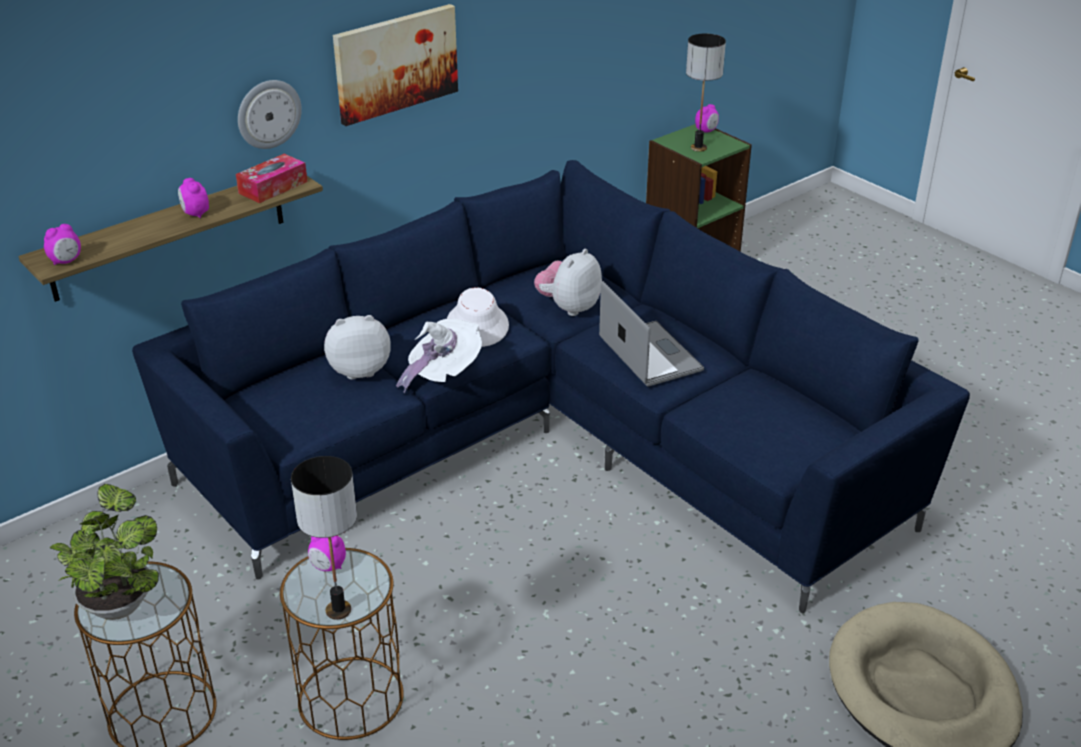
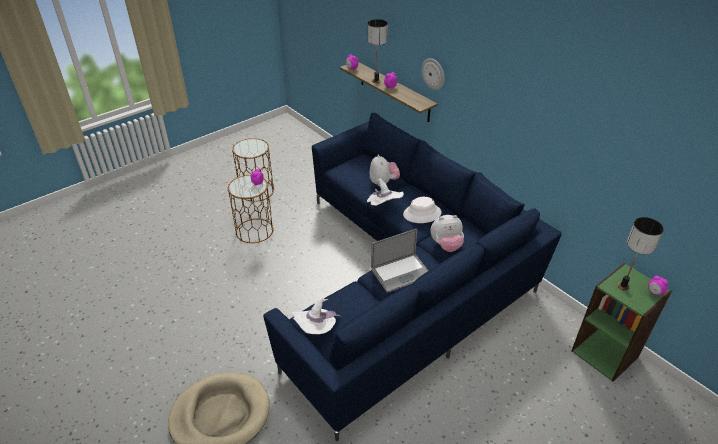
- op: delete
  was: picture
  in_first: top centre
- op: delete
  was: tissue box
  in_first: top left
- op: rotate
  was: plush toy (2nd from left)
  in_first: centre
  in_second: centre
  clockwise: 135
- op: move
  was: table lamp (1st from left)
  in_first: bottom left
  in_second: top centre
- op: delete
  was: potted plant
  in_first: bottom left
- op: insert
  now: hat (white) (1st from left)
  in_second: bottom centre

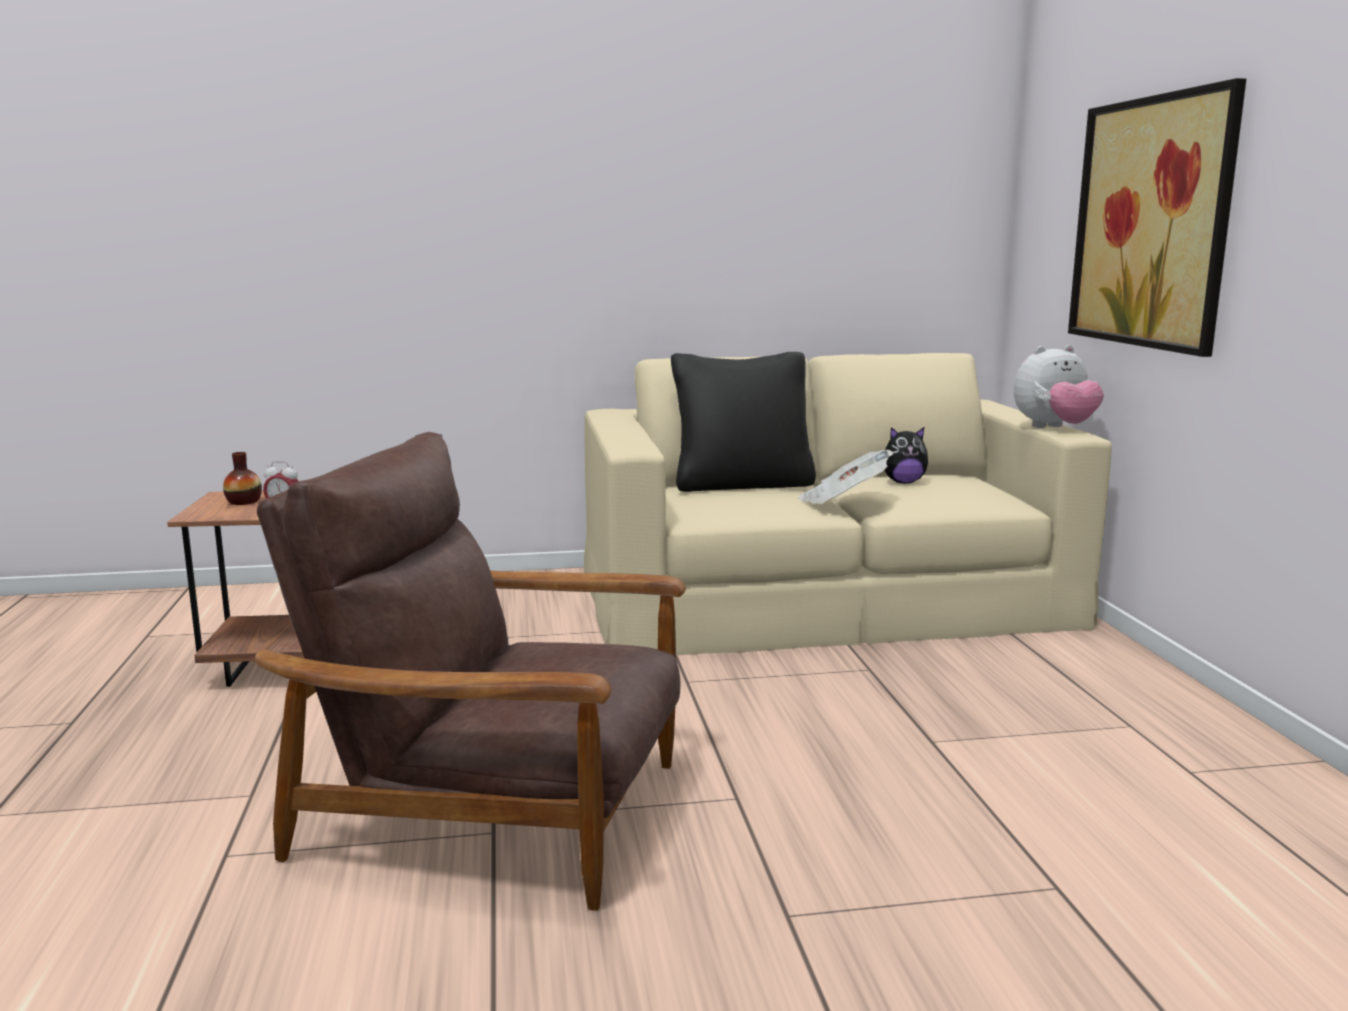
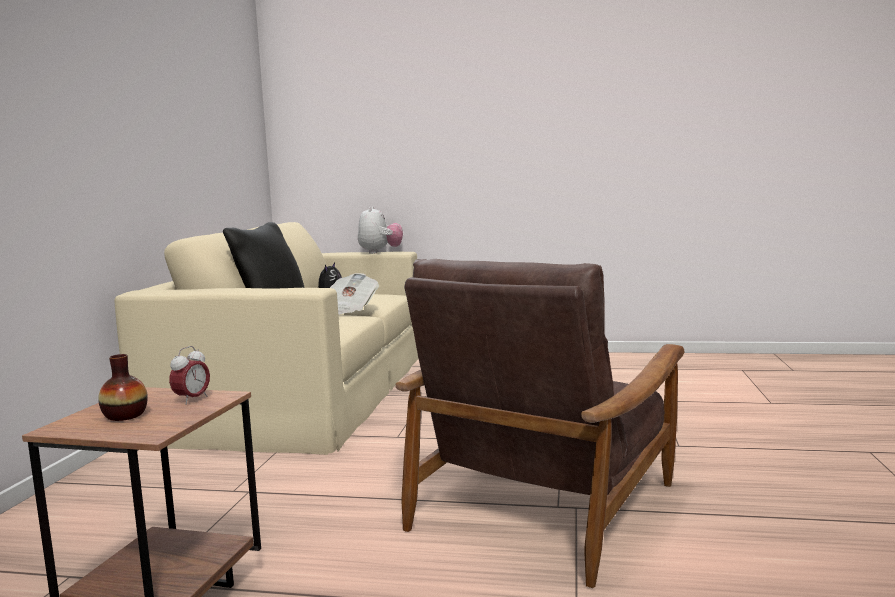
- op: delete
  was: picture
  in_first: top right

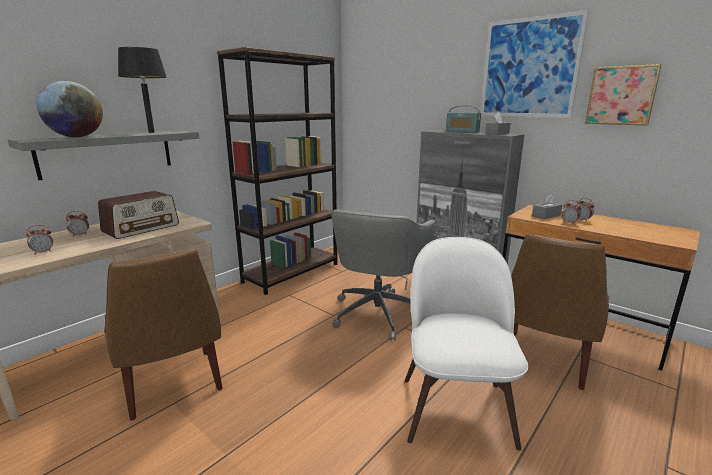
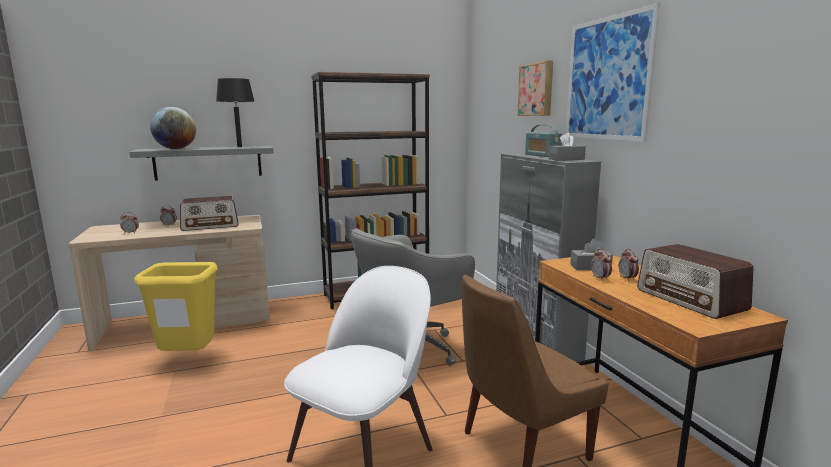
- op: move
  was: picture (2nd from left in the first image)
  now: picture (1st from left)
  in_first: top right
  in_second: top centre
- op: replace
  was: chair (brown) (1st from left)
  now: trash can (yellow)
  in_first: bottom left
  in_second: middle left
- op: insert
  now: radio (3rd from left)
  in_second: middle right

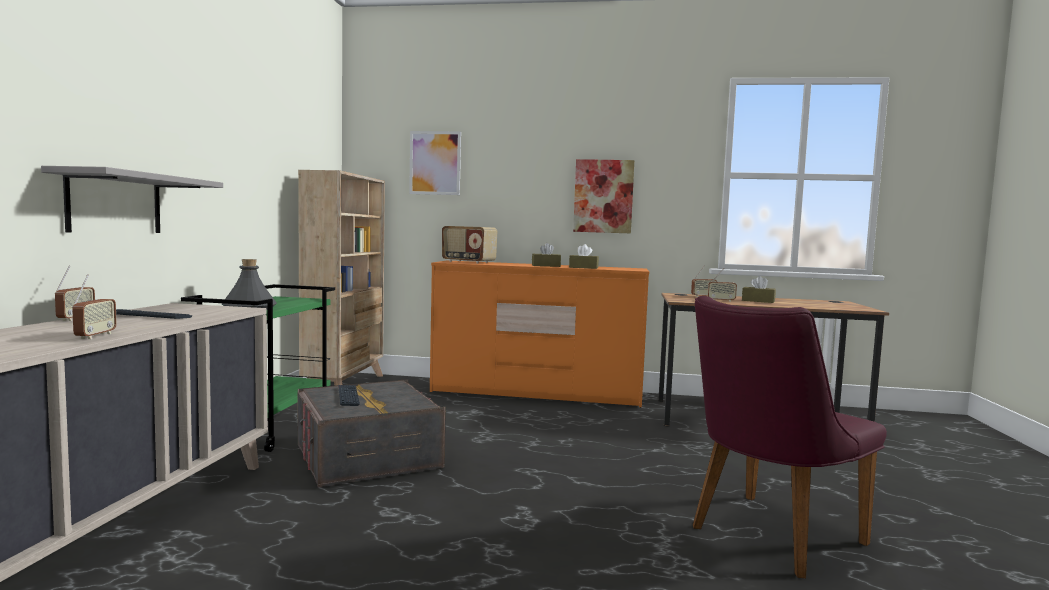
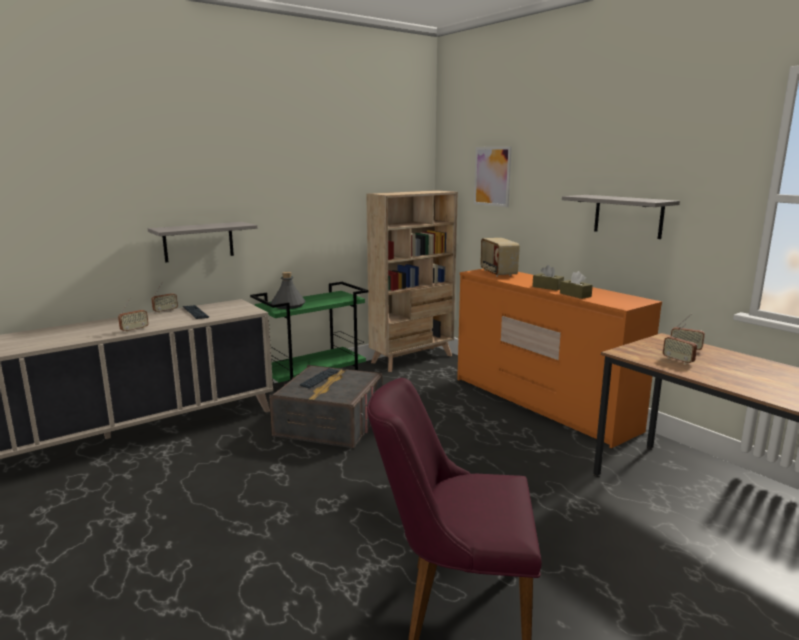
- op: replace
  was: picture (2nd from left)
  now: shelf (grey) (2nd from left)
  in_first: top centre
  in_second: middle right
- op: delete
  was: tissue box (brown) (3rd from left)
  in_first: middle right

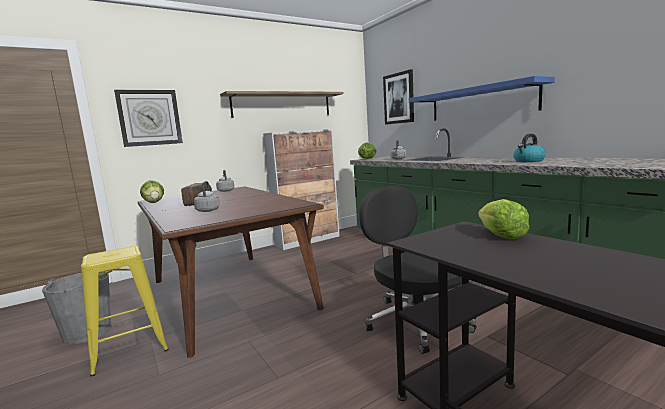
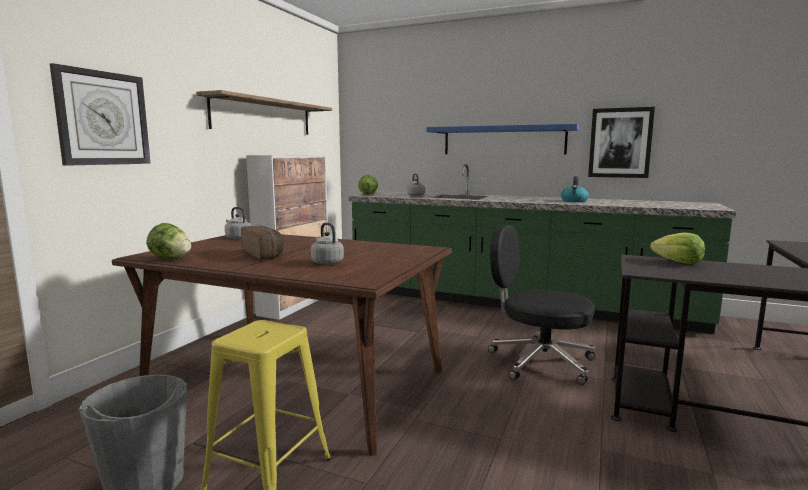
- op: move
  was: picture
  in_first: top centre
  in_second: top right

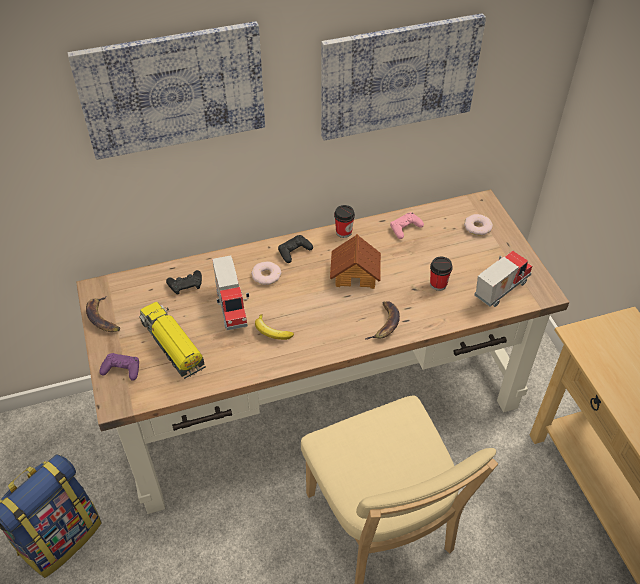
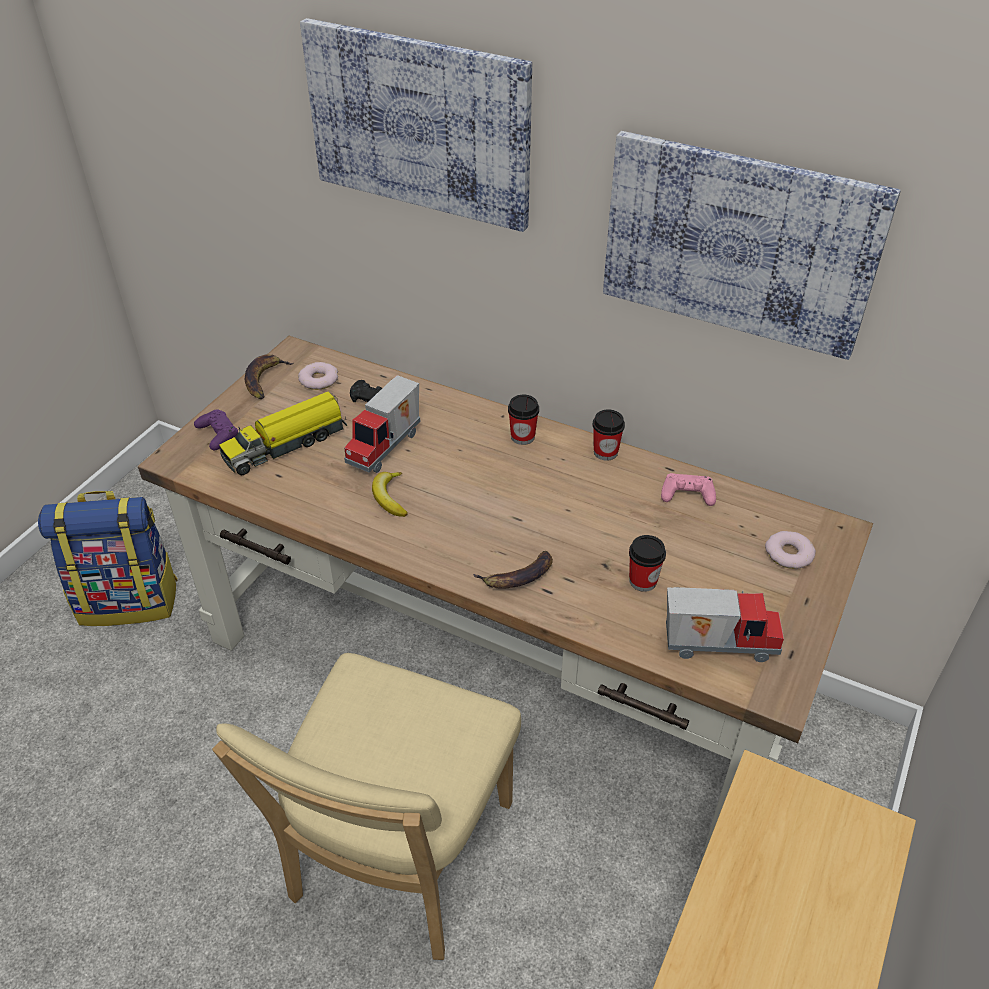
- op: delete
  was: toy house
  in_first: centre
- op: replace
  was: game controller (black) (2nd from left)
  now: cup (1st from left)
  in_first: centre
  in_second: centre
- op: move
  was: donut (1st from left)
  in_first: centre
  in_second: middle left
- op: rotate
  was: toy truck (1st from left)
  in_first: middle left
  in_second: middle left
  clockwise: -135

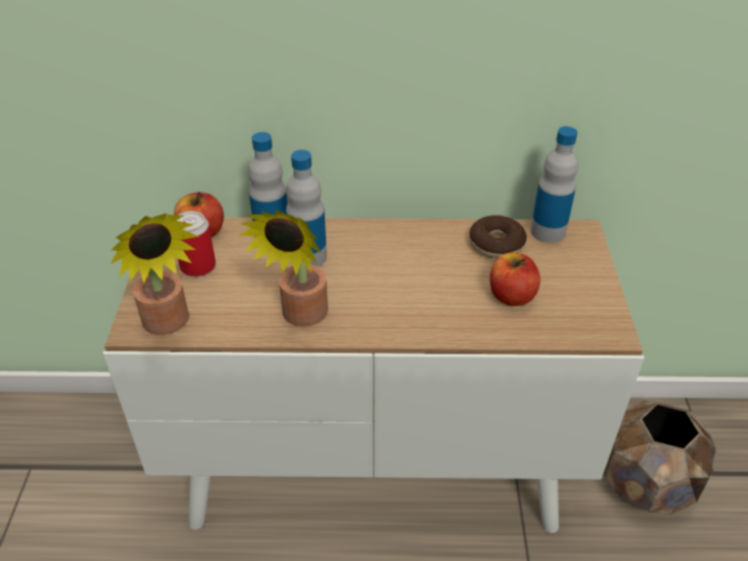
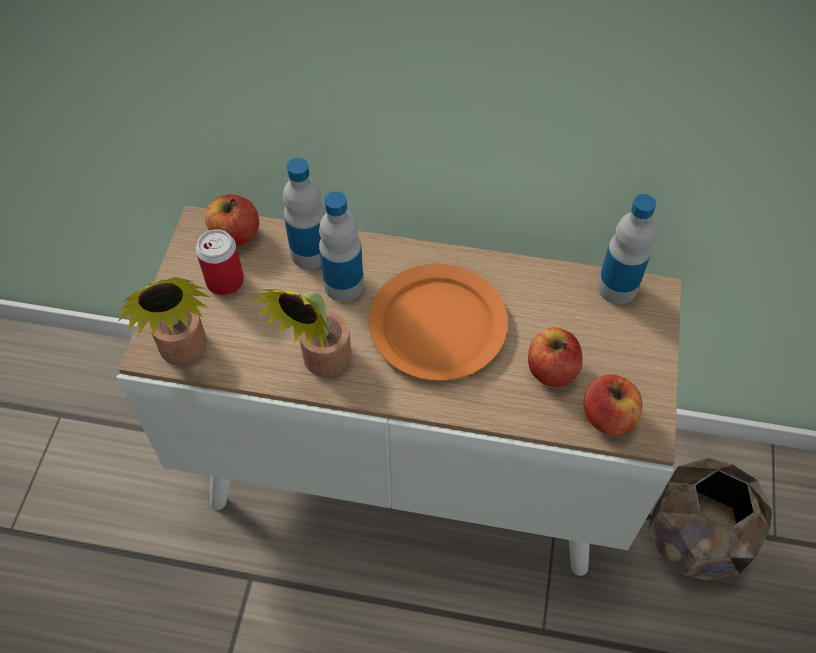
- op: delete
  was: donut
  in_first: centre
- op: insert
  now: plate (orange)
  in_second: centre
- op: insert
  now: apple (3rd from left)
  in_second: middle right

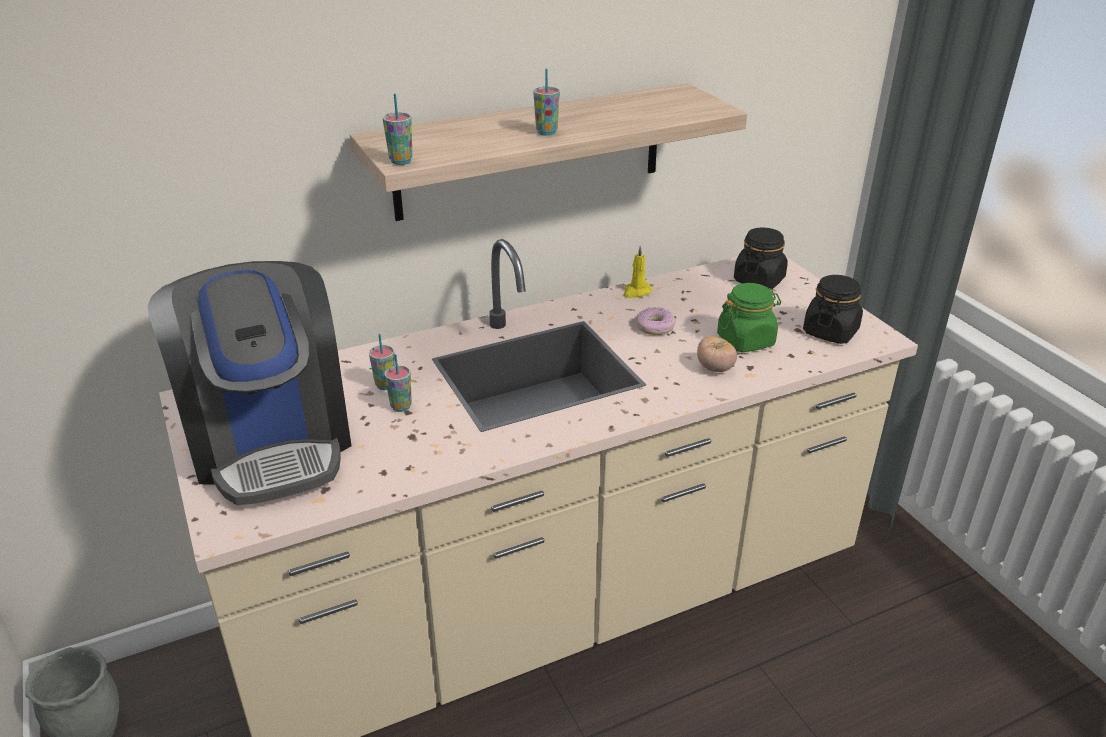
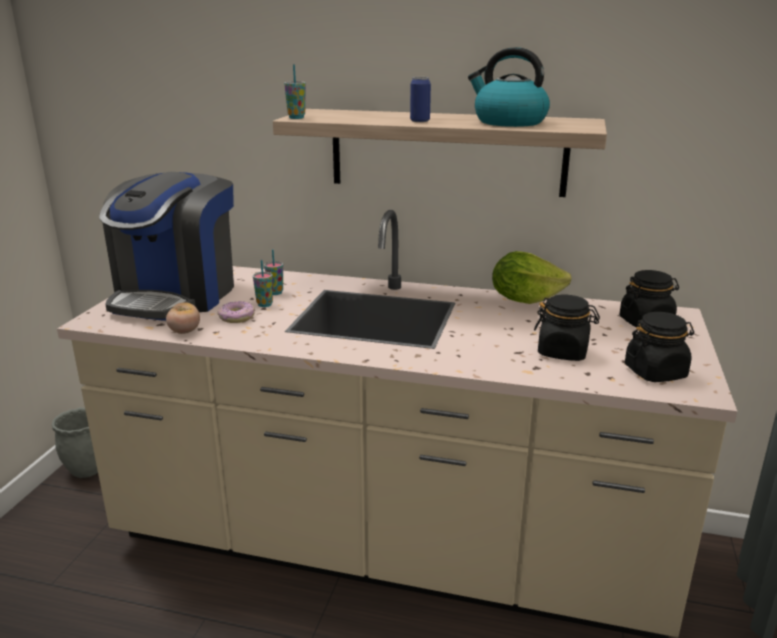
- op: replace
  was: cup (4th from left)
  now: can
  in_first: top centre
  in_second: top centre
- op: replace
  was: candle (yellow)
  now: lettuce
  in_first: centre
  in_second: middle right
- op: recolor
  was: jar (green)
  now: jar (black) (1st from left)
  in_first: middle right
  in_second: middle right
- op: move
  was: donut
  in_first: centre
  in_second: middle left
- op: move
  was: tomato
  in_first: centre
  in_second: middle left
- op: insert
  now: kettle
  in_second: top centre

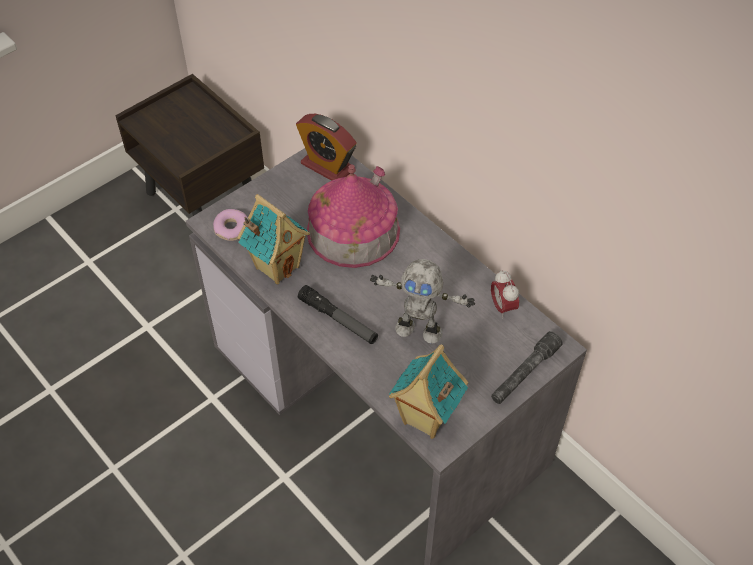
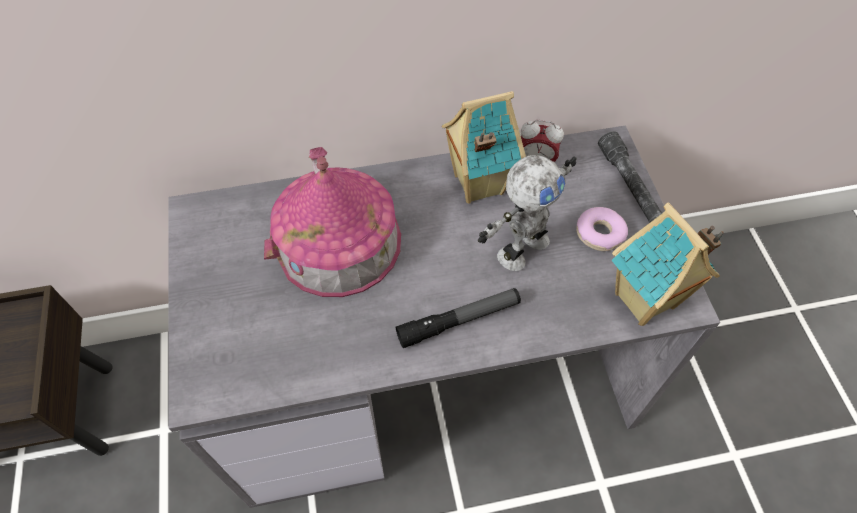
- op: delete
  was: alarm clock (1st from left)
  in_first: top centre
- op: move
  was: toy house (1st from left in the first image)
  now: toy house (2nd from left)
  in_first: centre
  in_second: top centre
- op: move
  was: donut
  in_first: middle left
  in_second: middle right

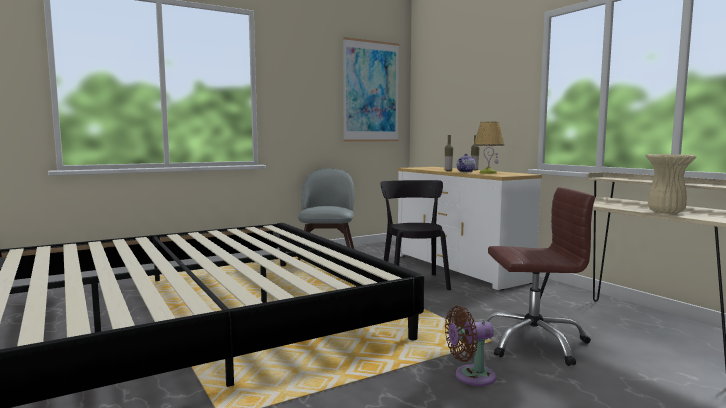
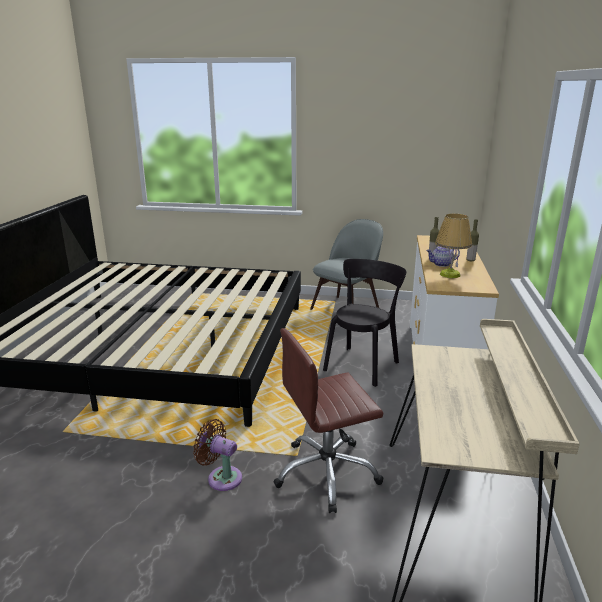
- op: delete
  was: picture
  in_first: top centre
- op: delete
  was: vase (beige)
  in_first: middle right
- op: rotate
  was: office chair (brown)
  in_first: bottom right
  in_second: bottom centre
  clockwise: 120

